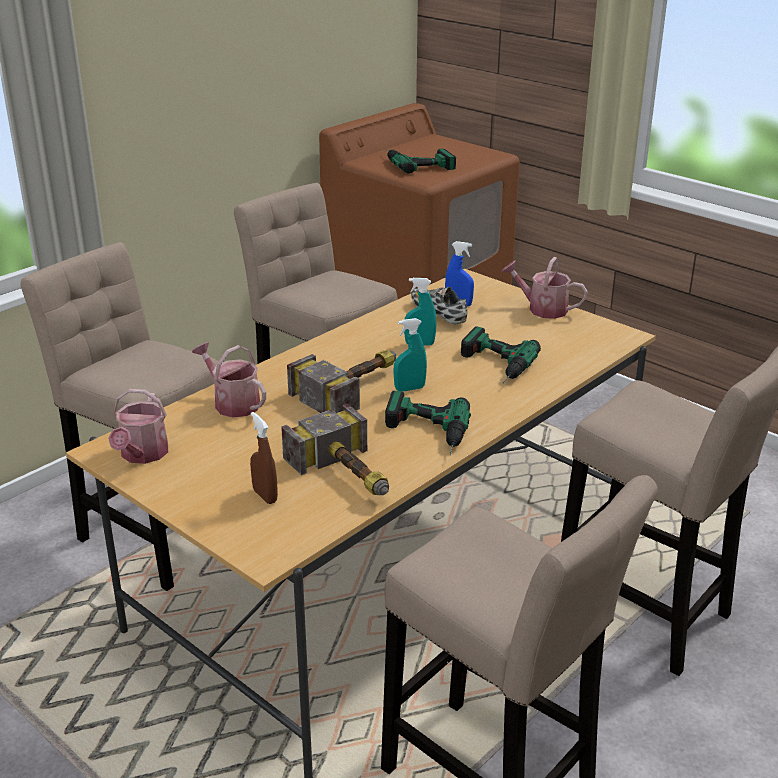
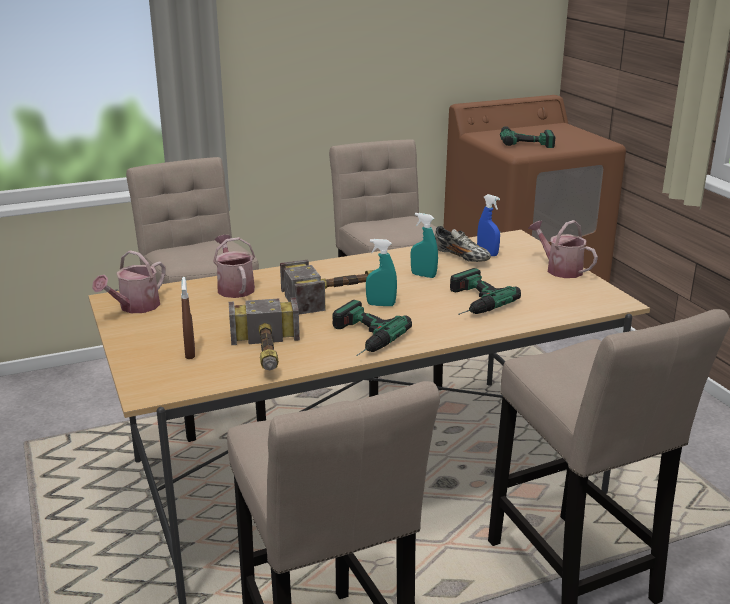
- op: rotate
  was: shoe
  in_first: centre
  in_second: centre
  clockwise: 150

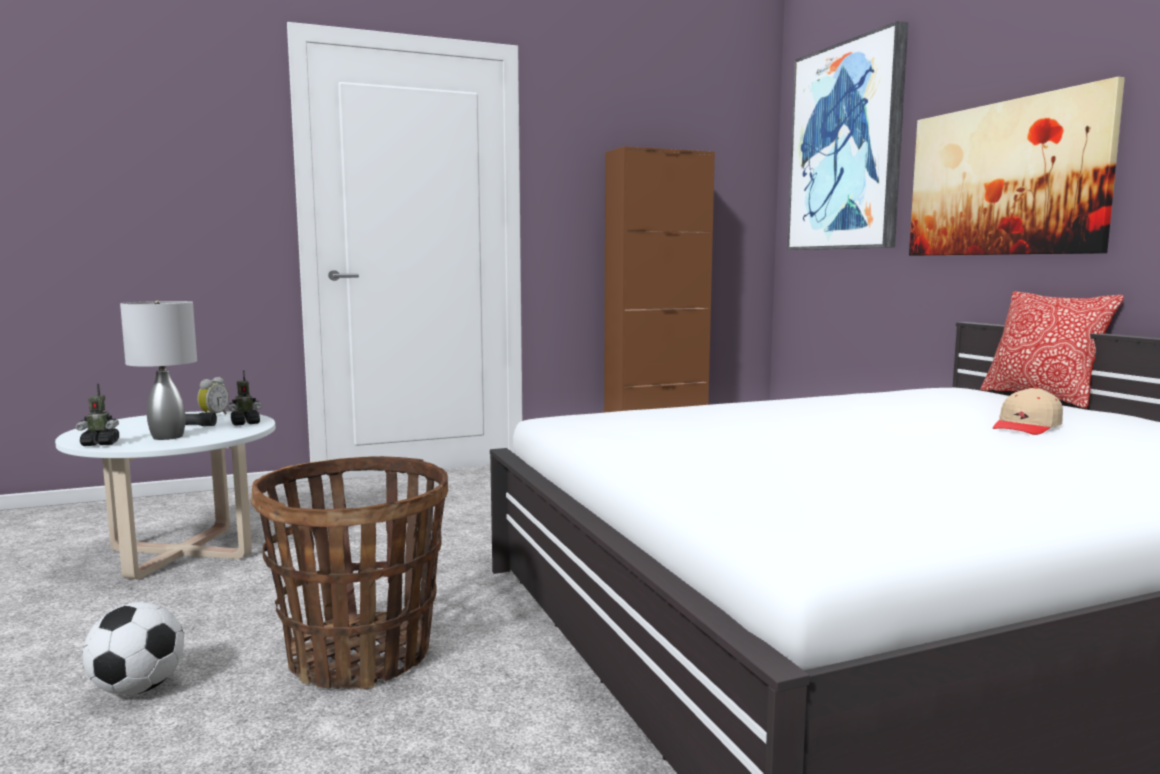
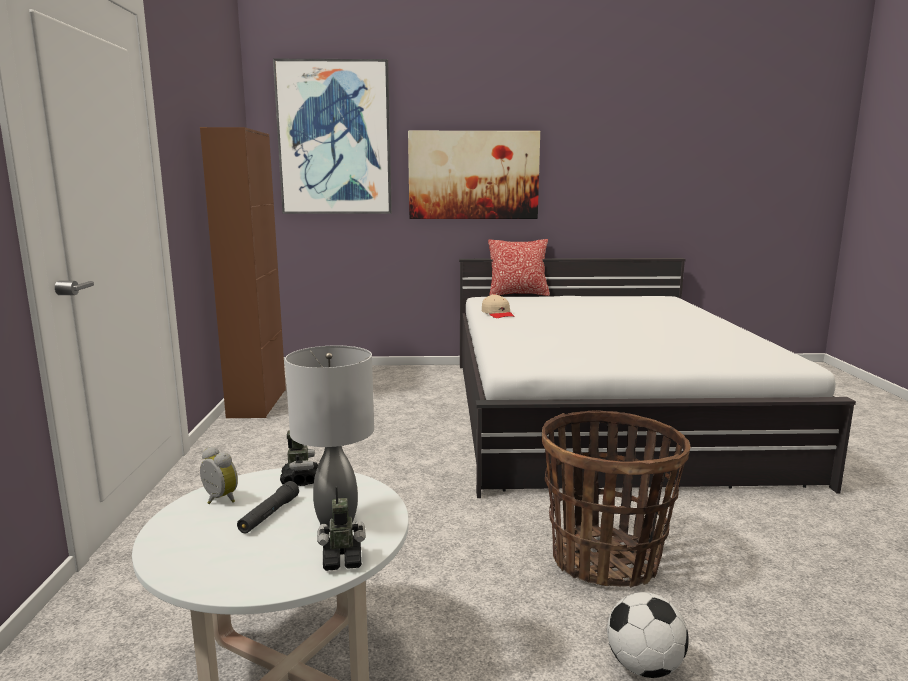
- op: rotate
  was: toy robot (1st from left in the first image)
  in_first: middle left
  in_second: bottom centre
  clockwise: -105
- op: move
  was: cap (beige)
  in_first: middle right
  in_second: centre

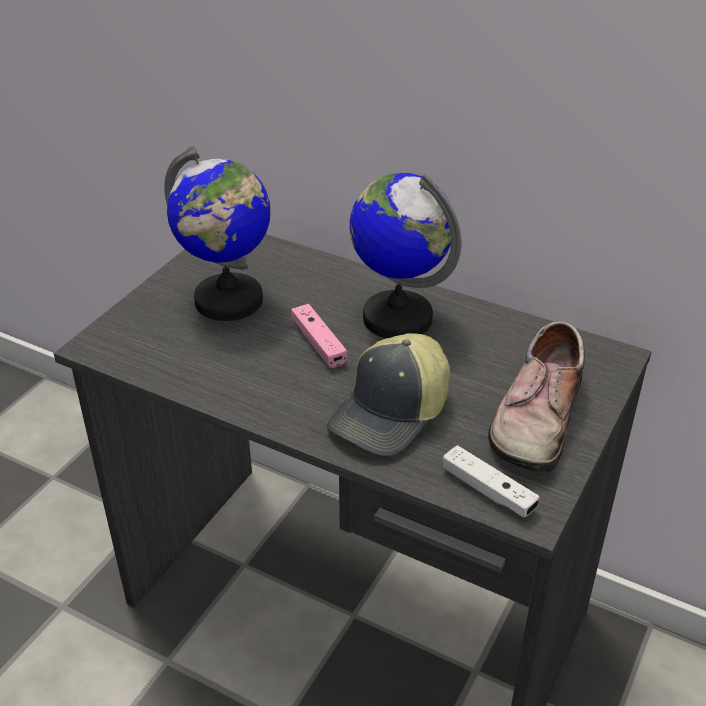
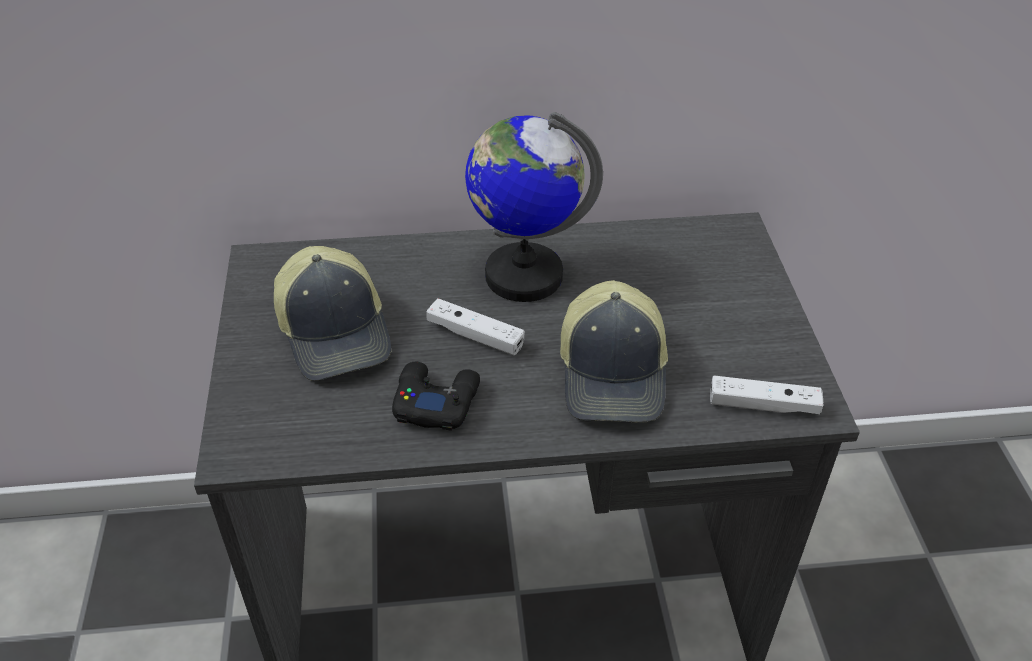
- op: replace
  was: globe (1st from left)
  now: cap (1st from left)
  in_first: top left
  in_second: middle left
- op: recolor
  was: game controller (pink)
  now: game controller (white) (1st from left)
  in_first: centre
  in_second: centre
- op: delete
  was: shoe
  in_first: middle right
- op: insert
  now: game controller (black)
  in_second: centre

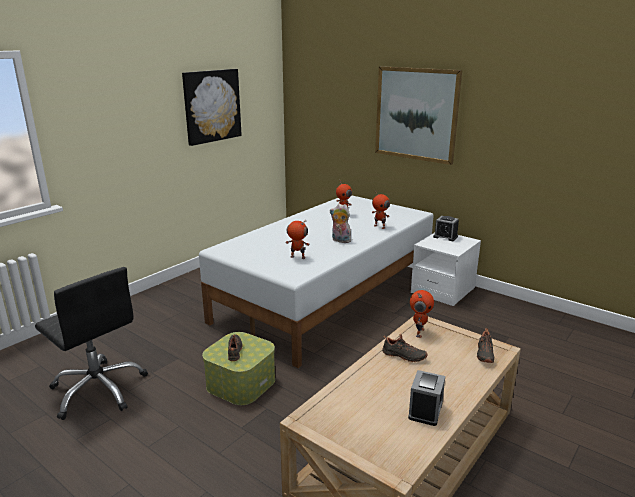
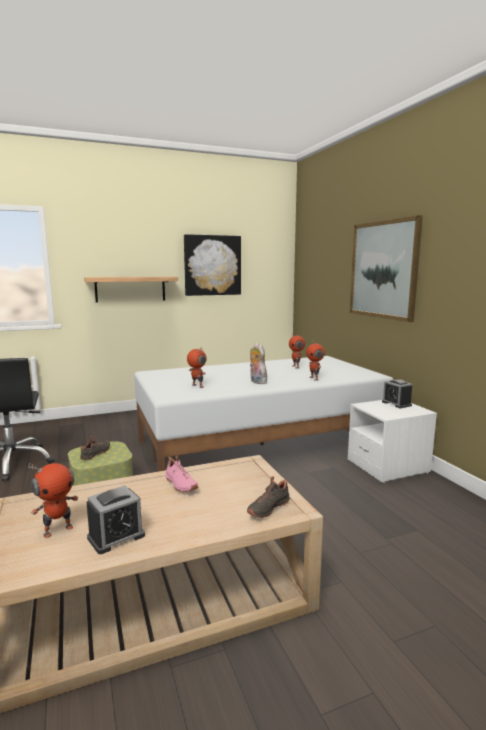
- op: move
  was: toy robot (4th from left in the first image)
  now: toy robot (1st from left)
  in_first: centre
  in_second: bottom left
- op: recolor
  was: shoe (black) (2nd from left)
  now: shoe (pink)
  in_first: bottom centre
  in_second: centre
- op: insert
  now: shelf
  in_second: middle left

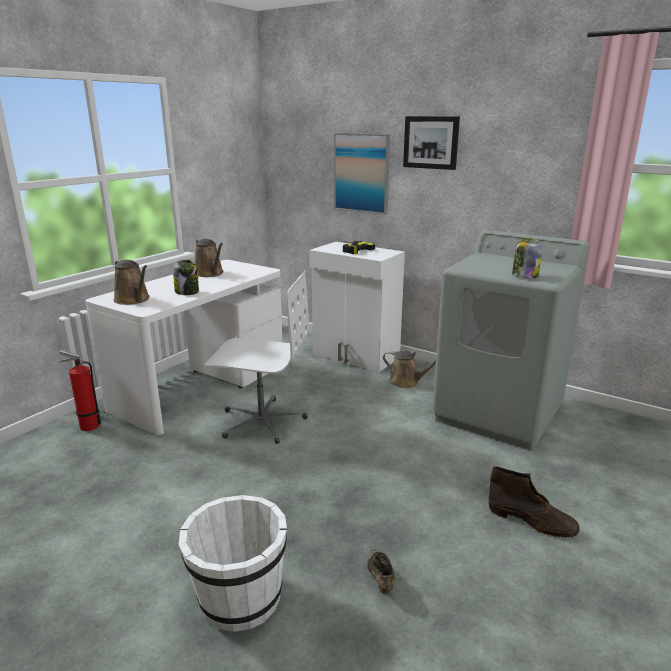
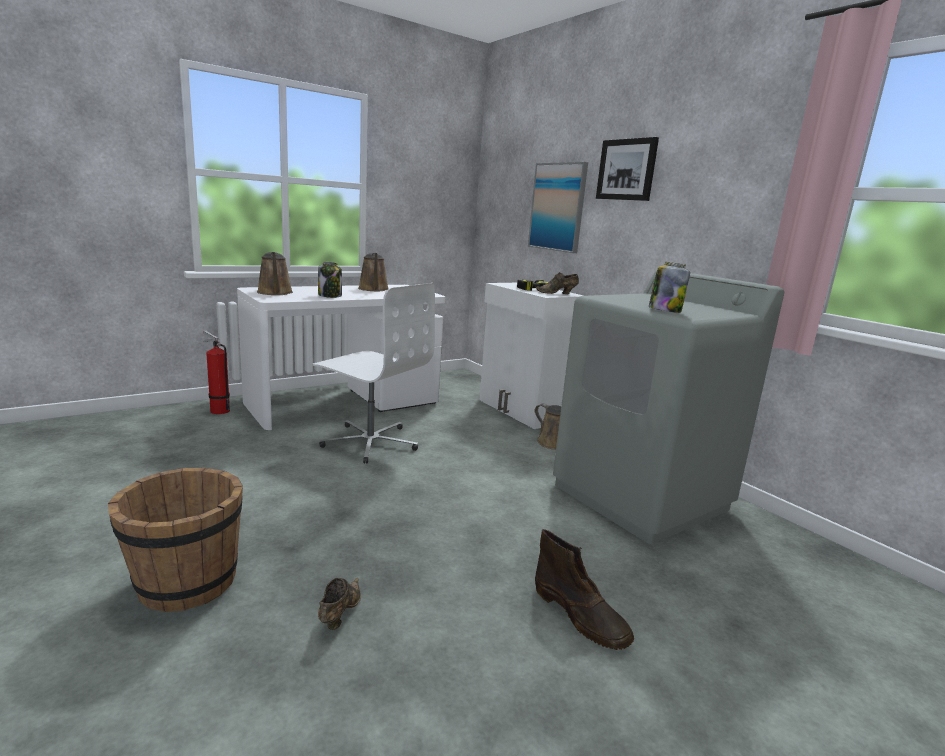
- op: recolor
  was: bucket (white)
  now: bucket (brown)
  in_first: bottom centre
  in_second: bottom left
- op: insert
  now: shoe (brown) (2nd from left)
  in_second: centre

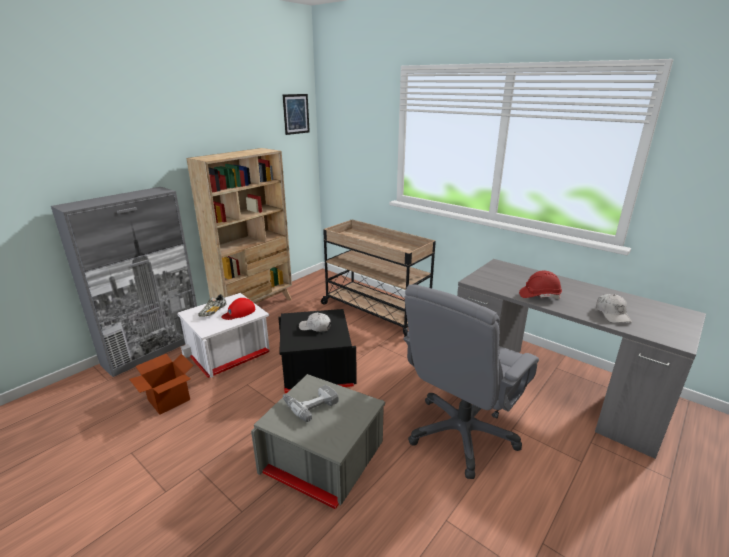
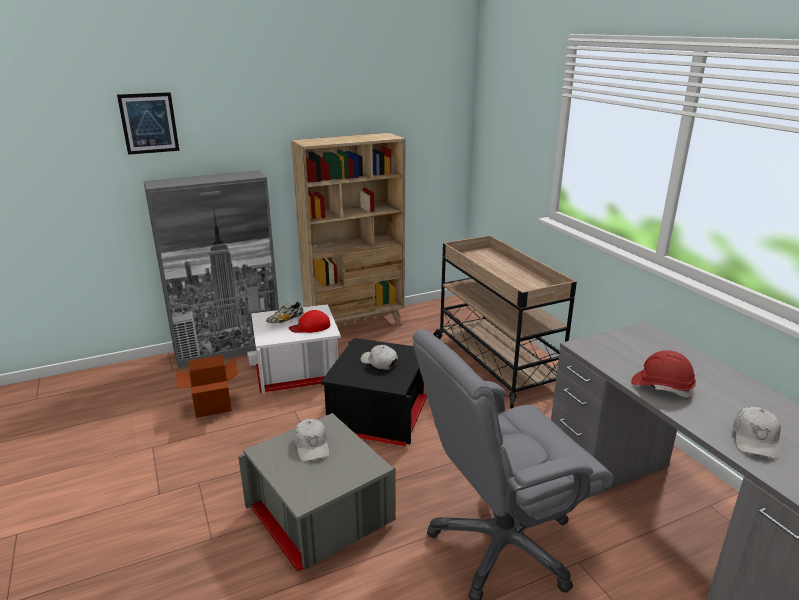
- op: move
  was: picture
  in_first: top centre
  in_second: top left
- op: replace
  was: power drill
  now: cap (white) (1st from left)
  in_first: bottom centre
  in_second: bottom centre

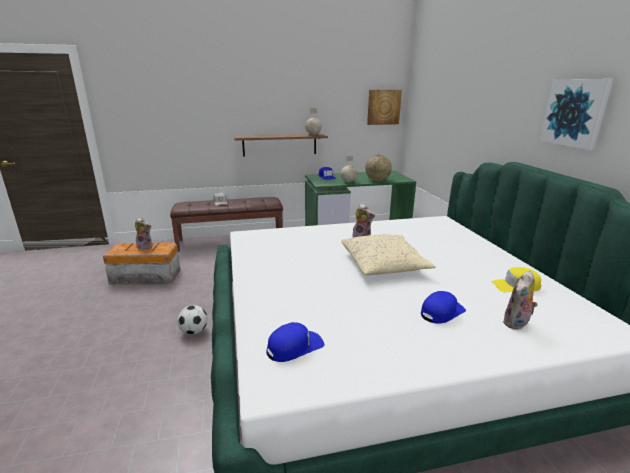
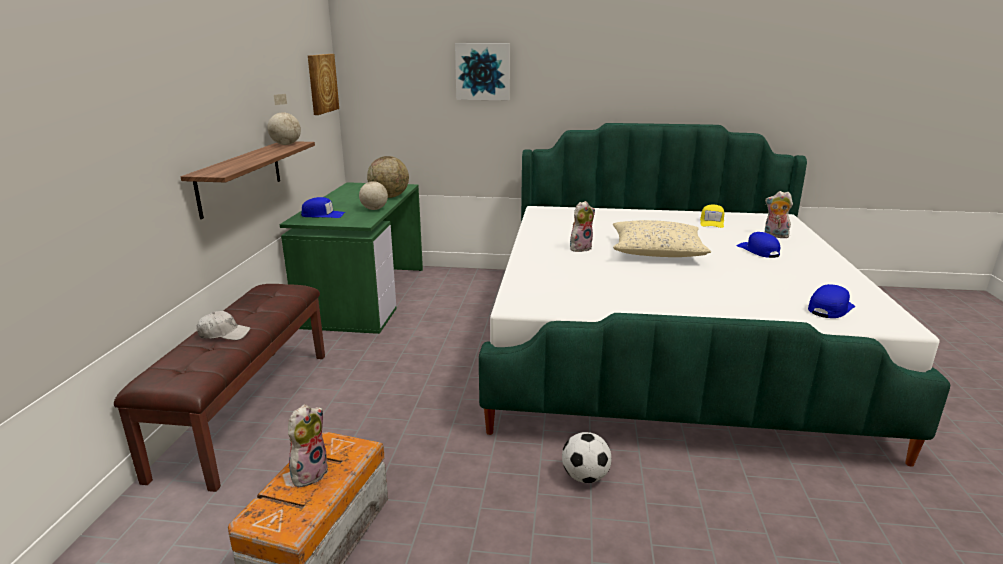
- op: move
  was: picture (2nd from left)
  in_first: top right
  in_second: top centre
- op: rotate
  was: plush toy (3rd from left)
  in_first: middle right
  in_second: middle right
  clockwise: 150
- op: rotate
  was: cap (blue) (1st from left in the first image)
  in_first: bottom centre
  in_second: middle right
  clockwise: 60

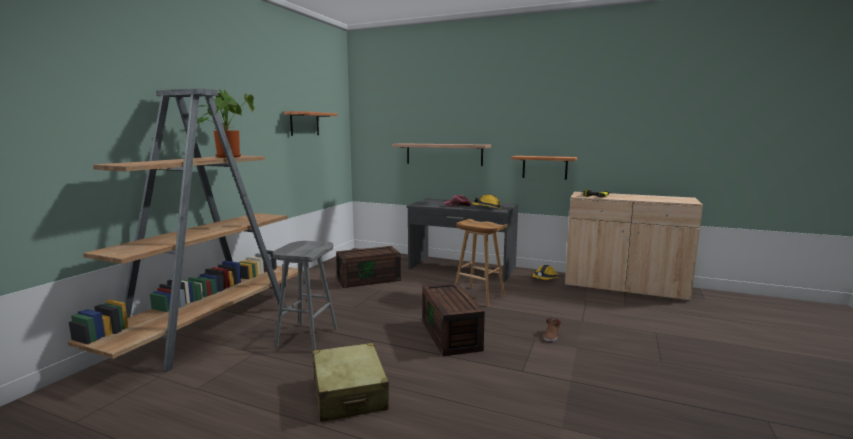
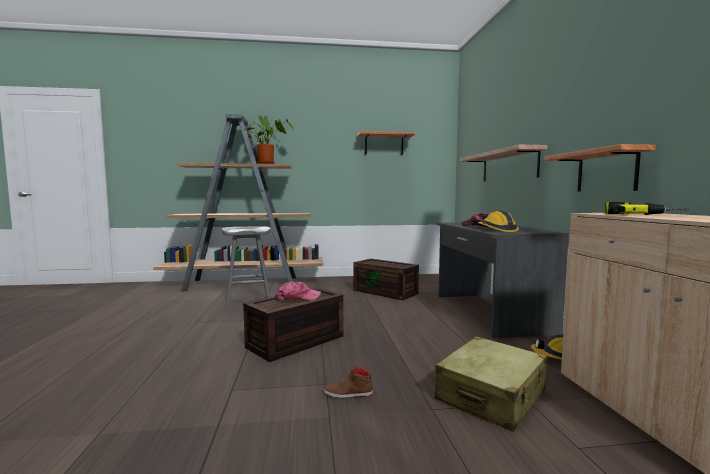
- op: delete
  was: stool (brown)
  in_first: centre
- op: move
  was: suitcase (beige)
  in_first: bottom centre
  in_second: bottom right
- op: insert
  now: cap (1st from left)
  in_second: centre

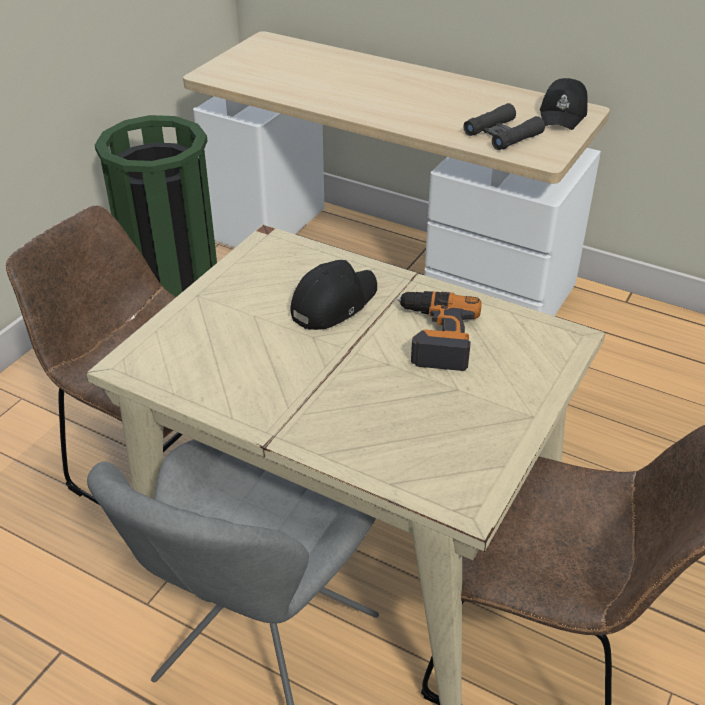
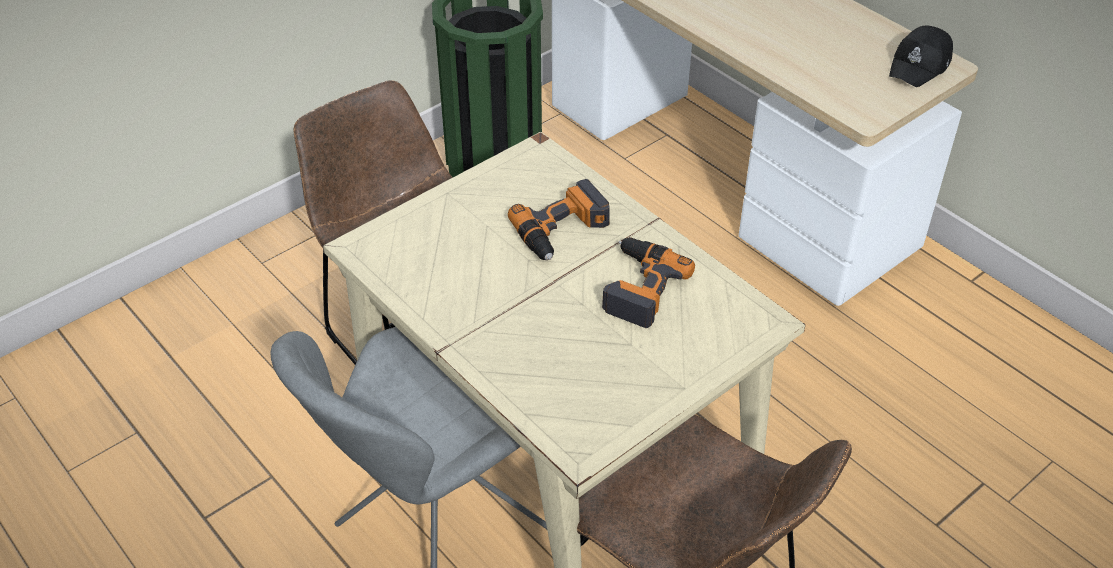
- op: delete
  was: binoculars (black)
  in_first: top right
- op: replace
  was: cap (black) (1st from left)
  now: power drill (1st from left)
  in_first: centre
  in_second: centre

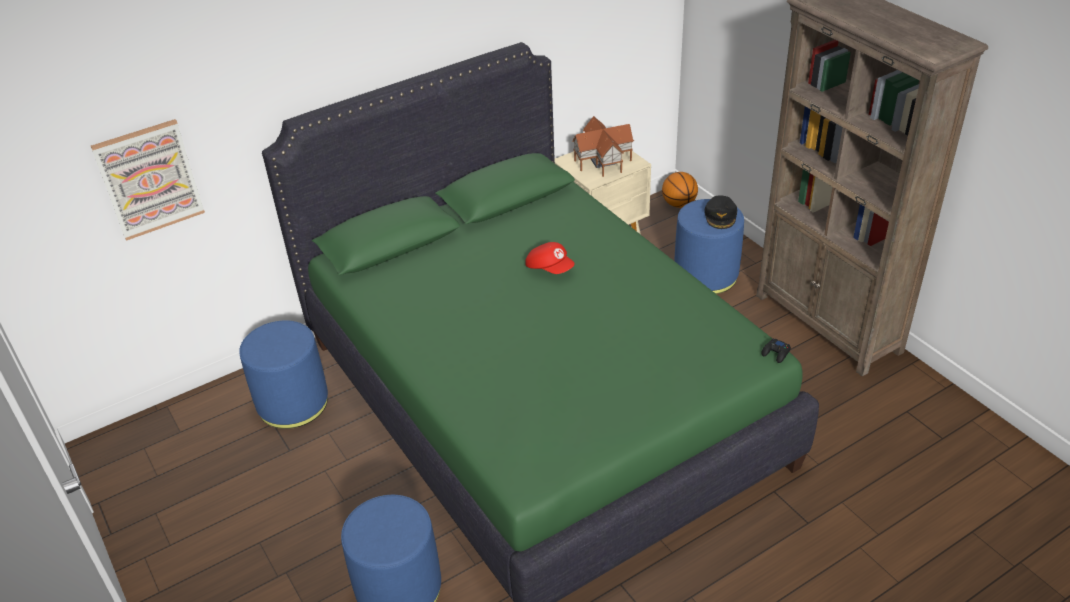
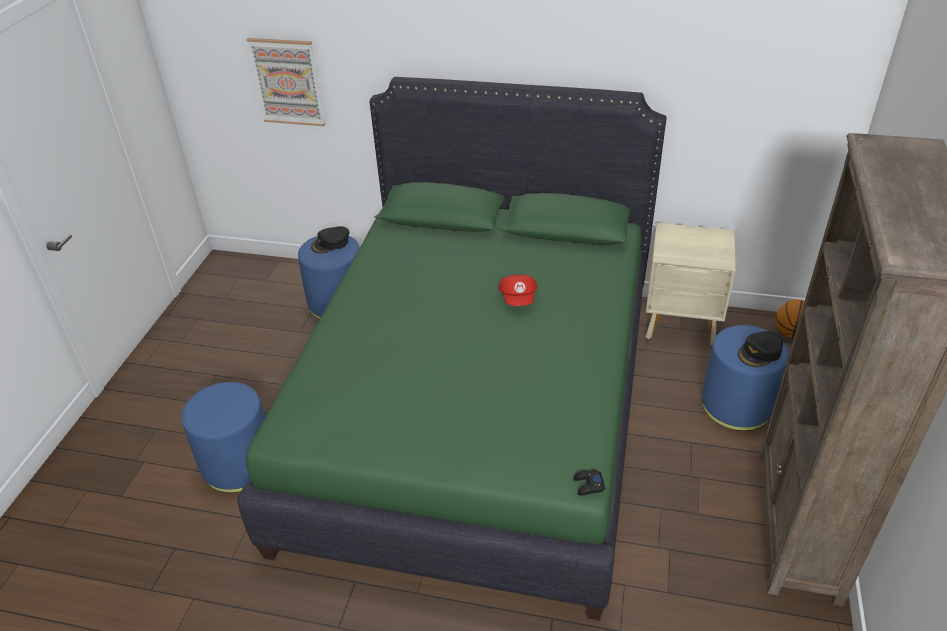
- op: delete
  was: toy house
  in_first: top centre
- op: insert
  now: cap (black) (1st from left)
  in_second: centre

